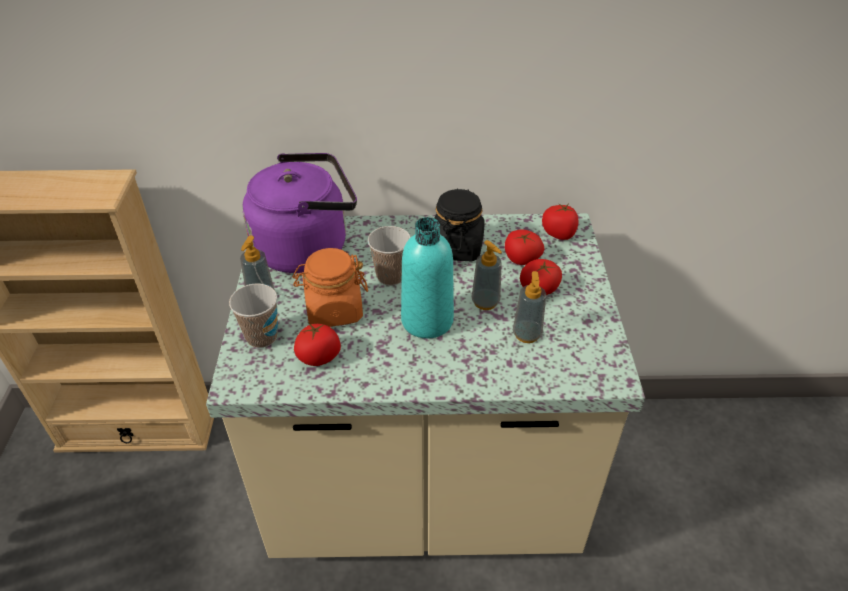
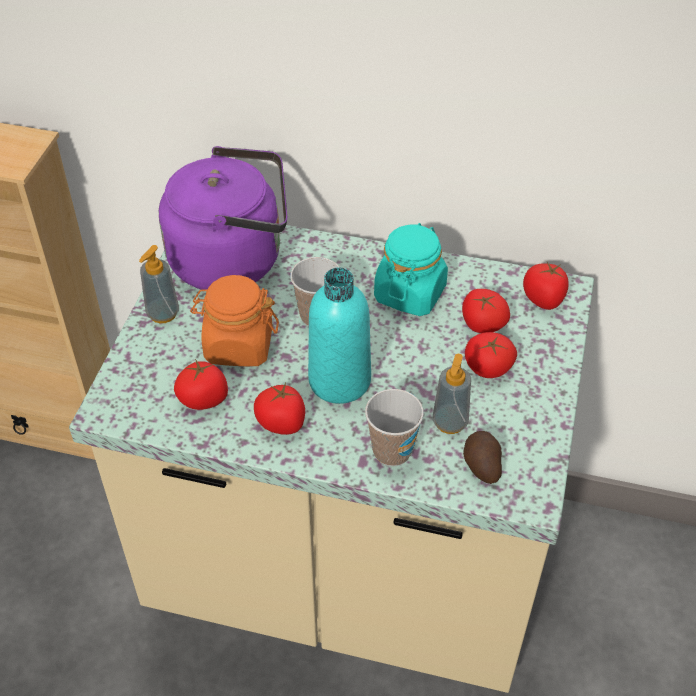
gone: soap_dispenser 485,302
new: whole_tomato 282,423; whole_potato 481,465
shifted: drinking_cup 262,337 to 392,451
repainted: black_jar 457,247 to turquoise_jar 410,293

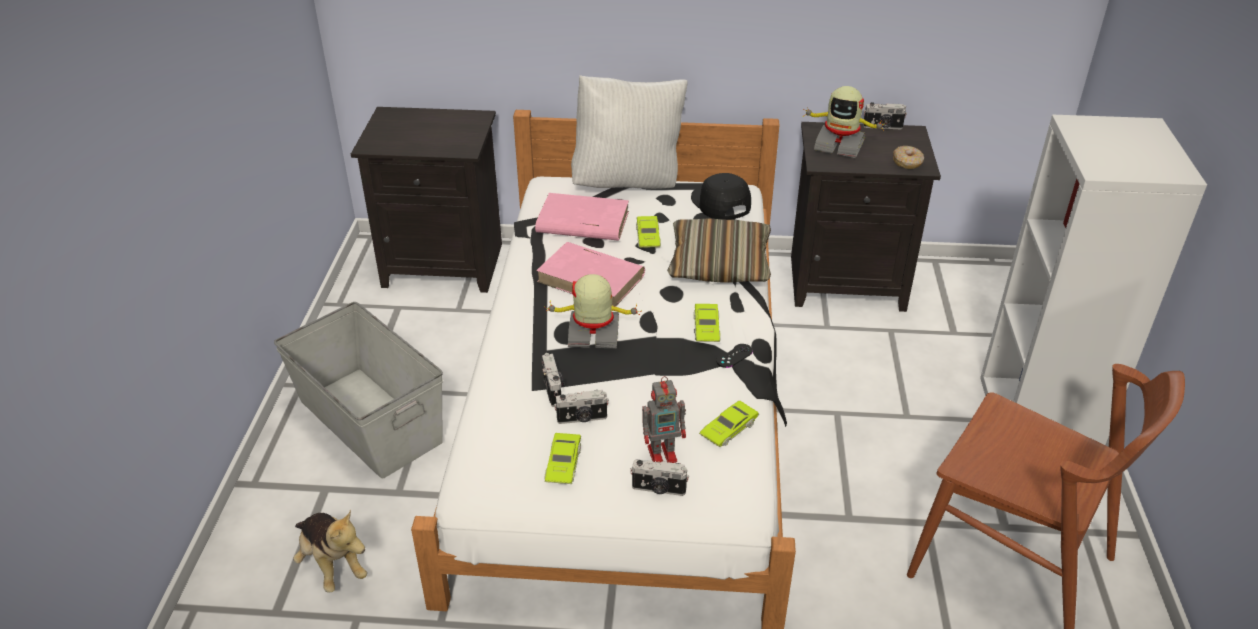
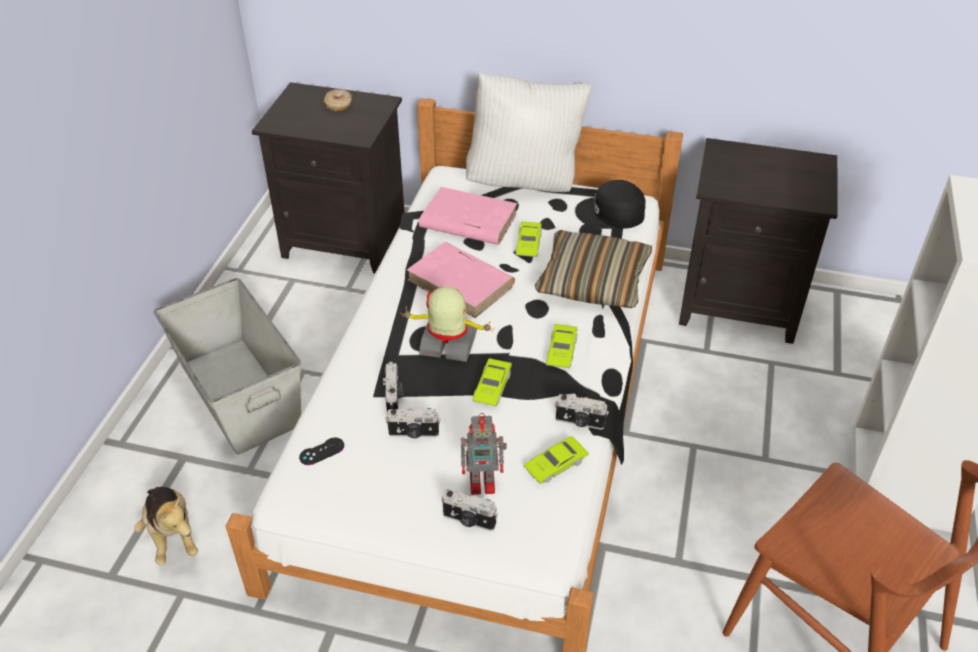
gone: model_robot 839,145
shifted: still_camera 883,127 to 580,422; donut 907,162 to 338,105; black_joypad 734,356 to 322,451; green_miniature_car 563,463 to 492,387
rotated: black_cap 719,203 = 611,213 75 degrees counterclockwise

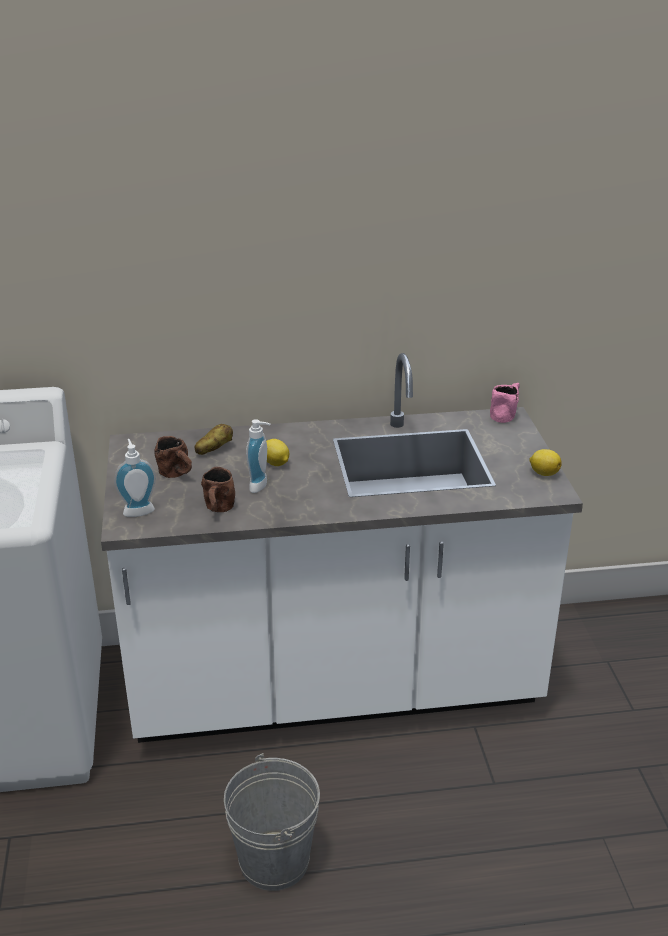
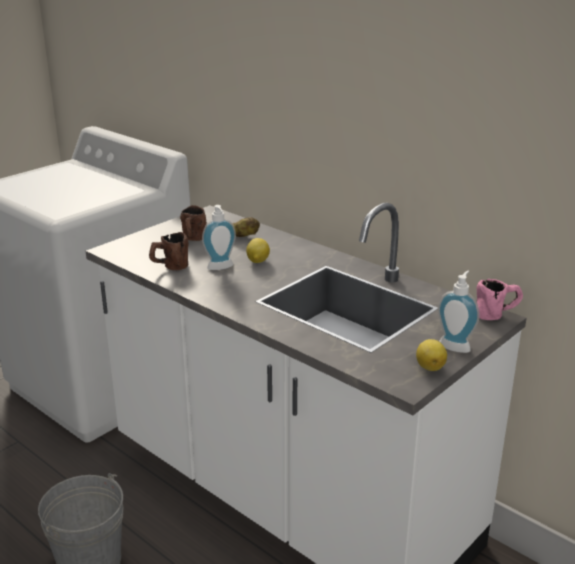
shifted: soap_dispenser 138,510 to 455,345

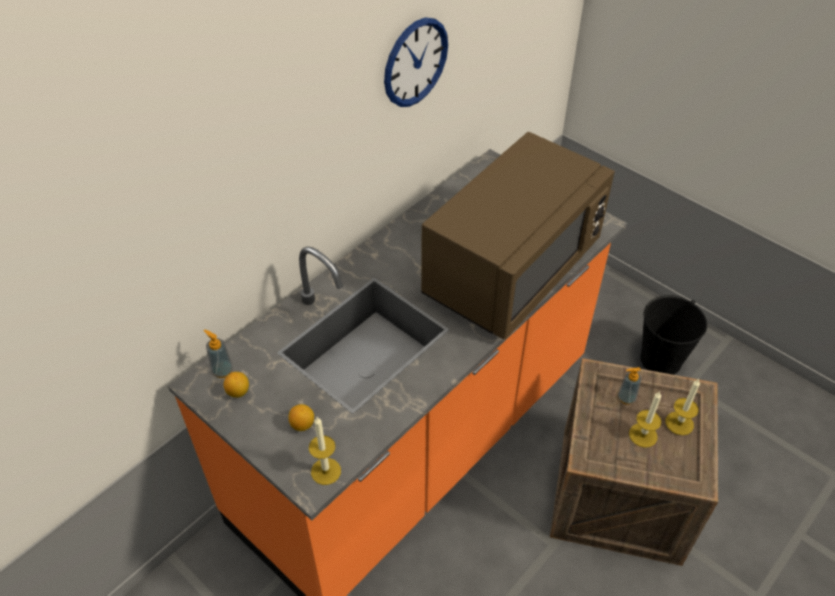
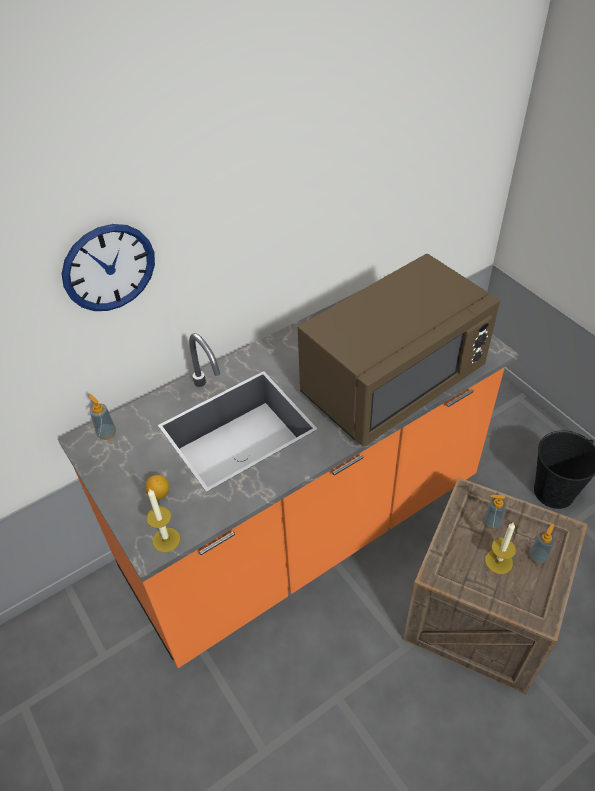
gone: whole_lemon 238,392
shifted: hanging_clock 415,62 to 109,268
swapped: wax_candle 679,423 to soap_dispenser 538,556

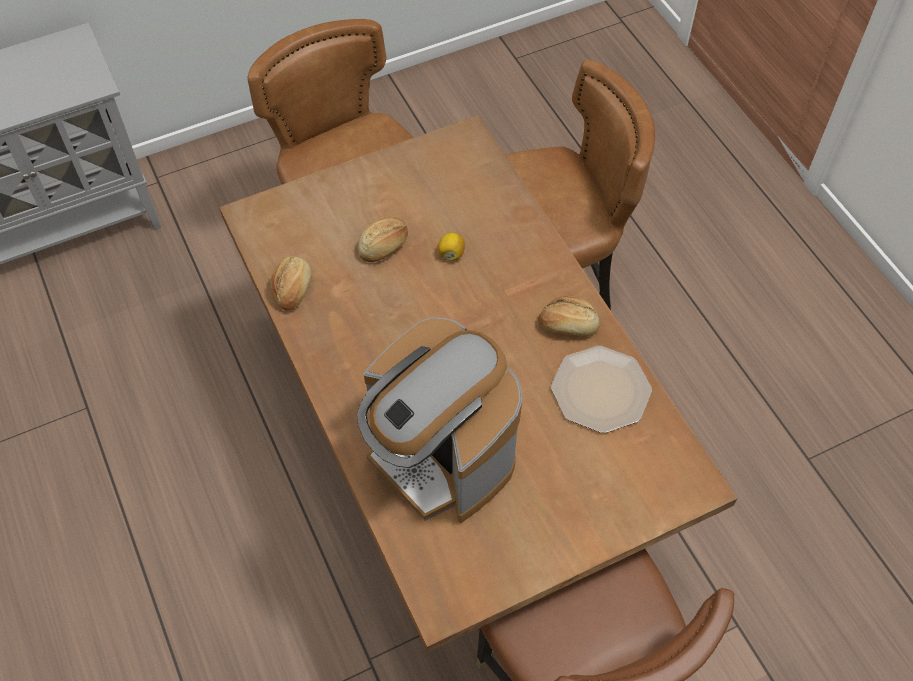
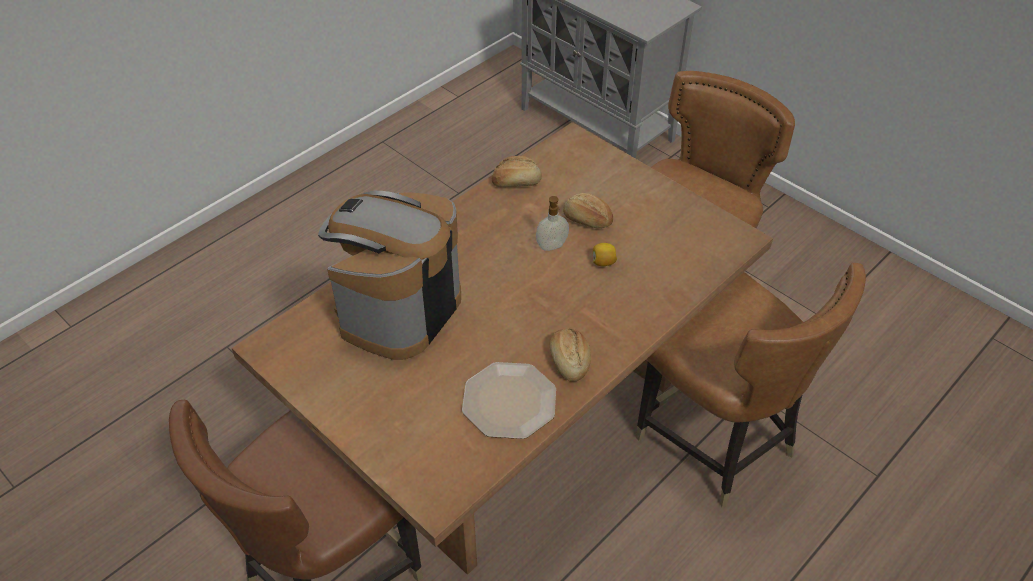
new: soap_dispenser 552,246

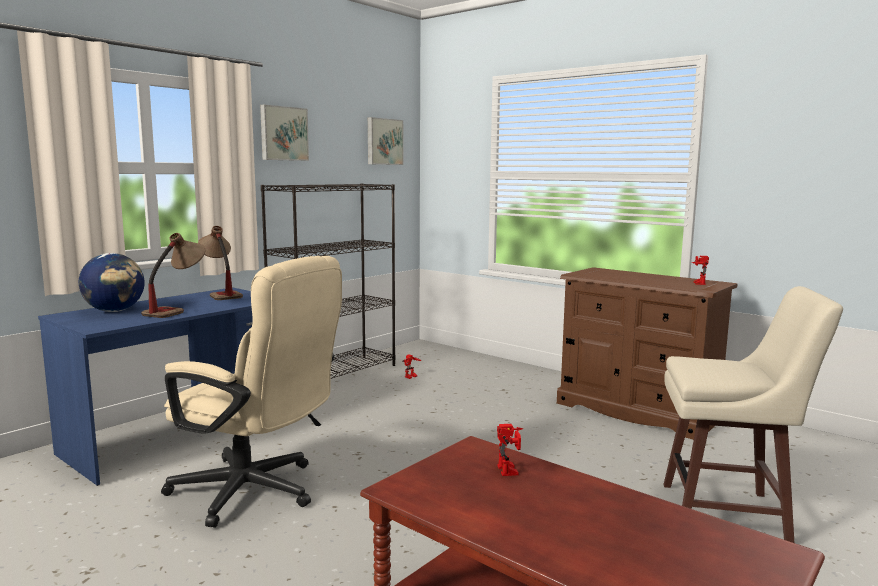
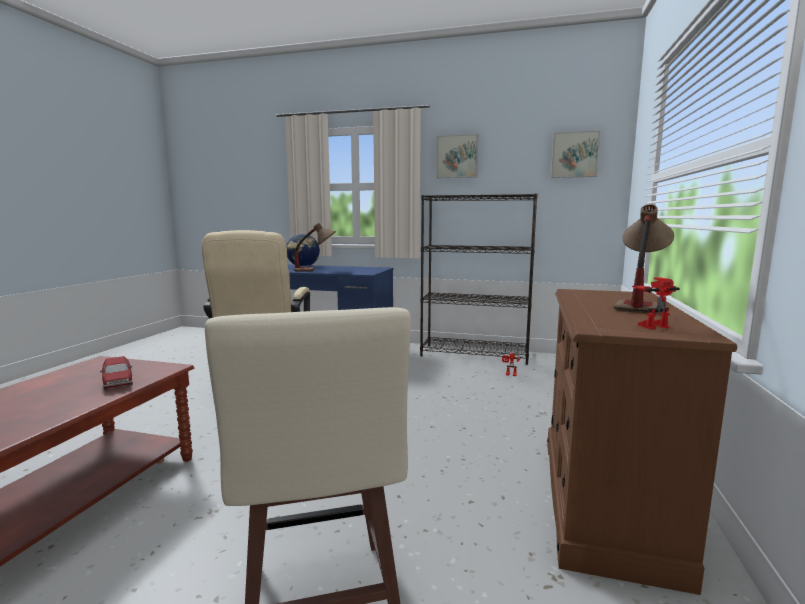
shifted: table_lamp 221,294 to 638,305
swapped: model_robot 511,471 to miniature_car 118,381

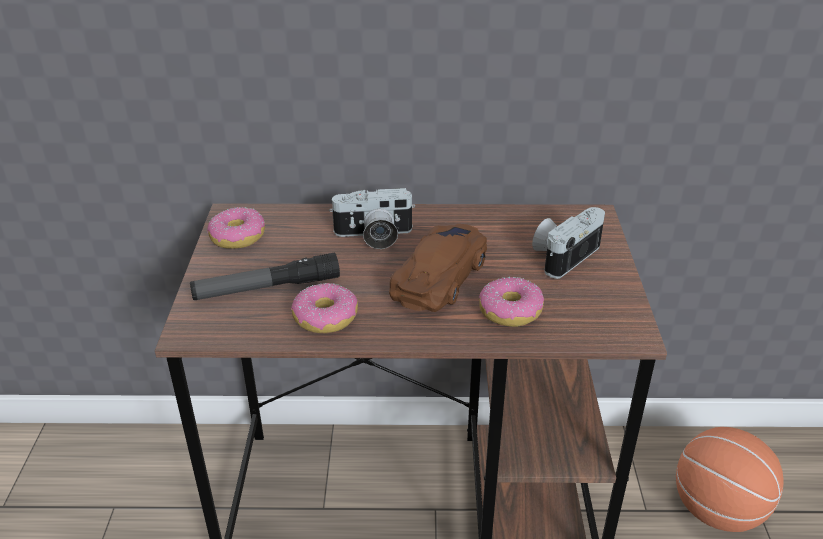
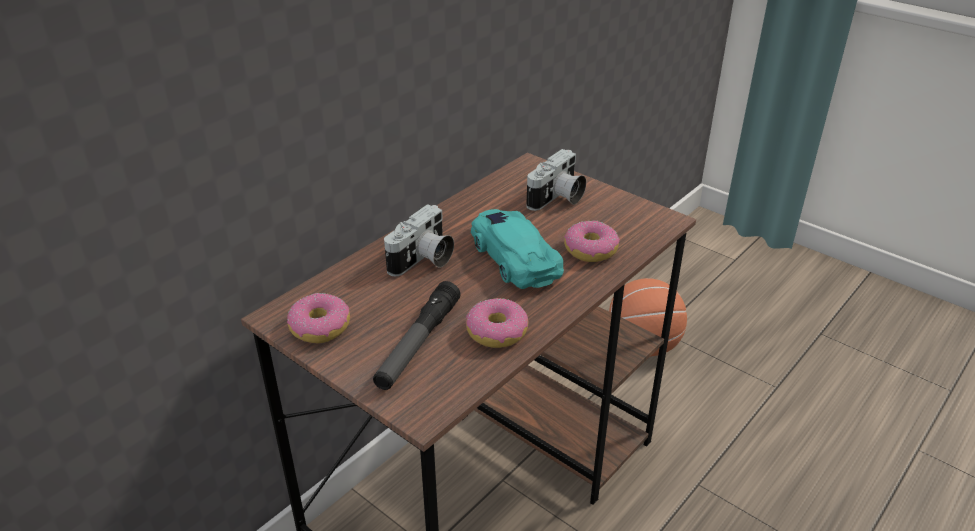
repainted: brown-coloured_miniature_car 441,275 to turquoise_miniature_car 514,256
rotated: still_camera 563,255 = 557,199 135 degrees counterclockwise

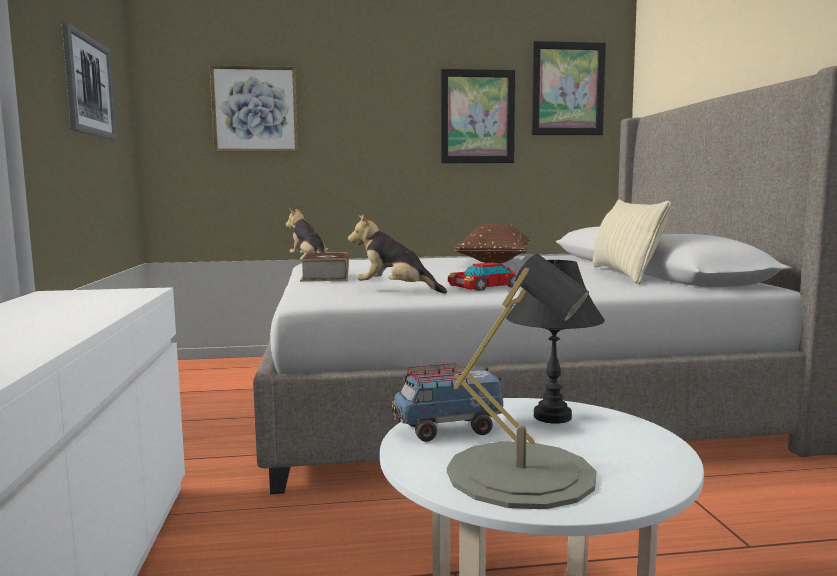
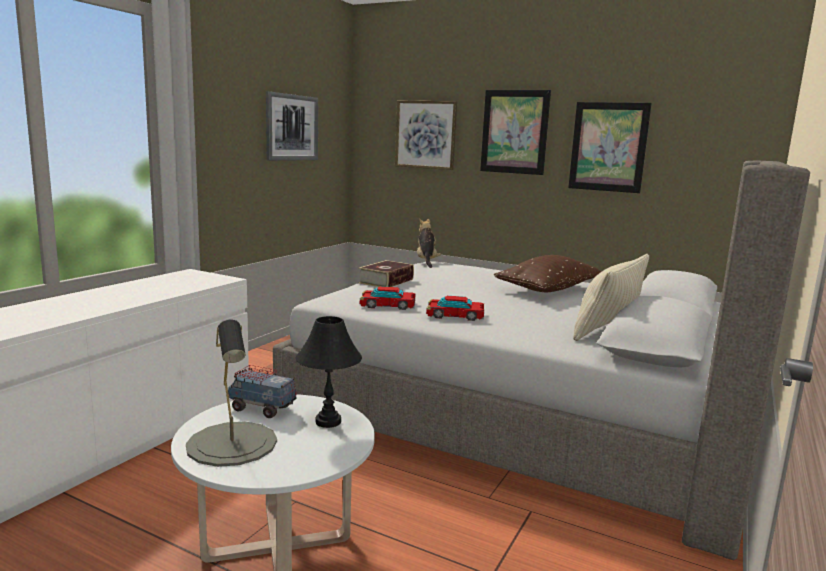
shifted: picture 568,89 to 514,132
swapped: plush_toy 395,291 to miniature_car 387,305

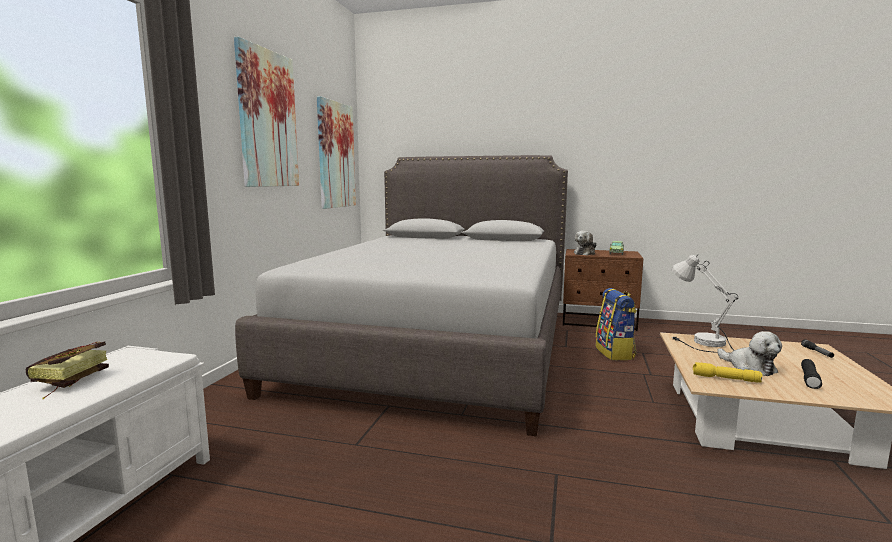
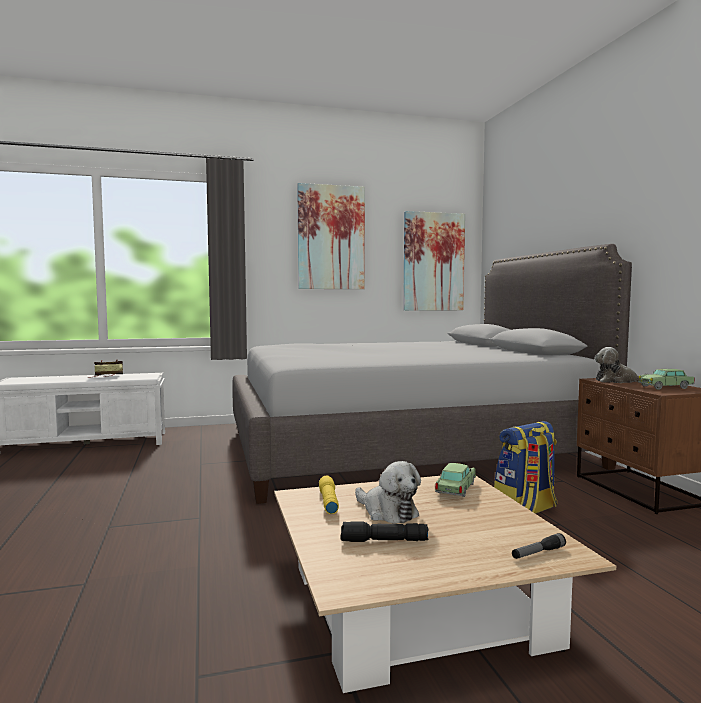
swapped: whitish_table_lamp 699,343 to miniature_car 456,489
rotated: plush_toy 749,367 = 387,512 75 degrees counterclockwise

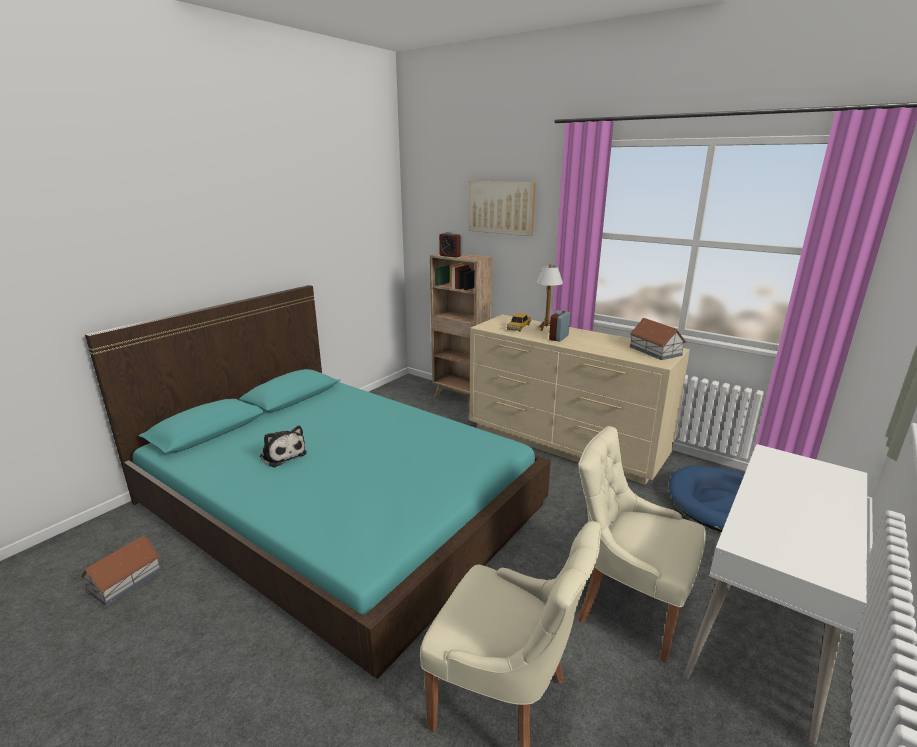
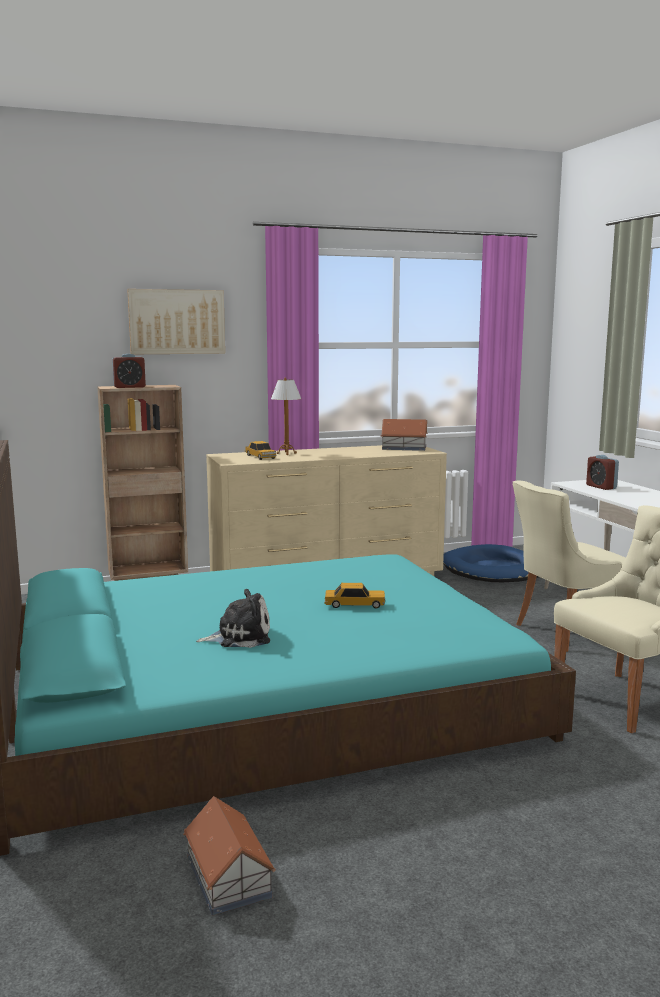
new: miniature_car 354,604
shifted: alarm_clock 558,337 to 601,487

